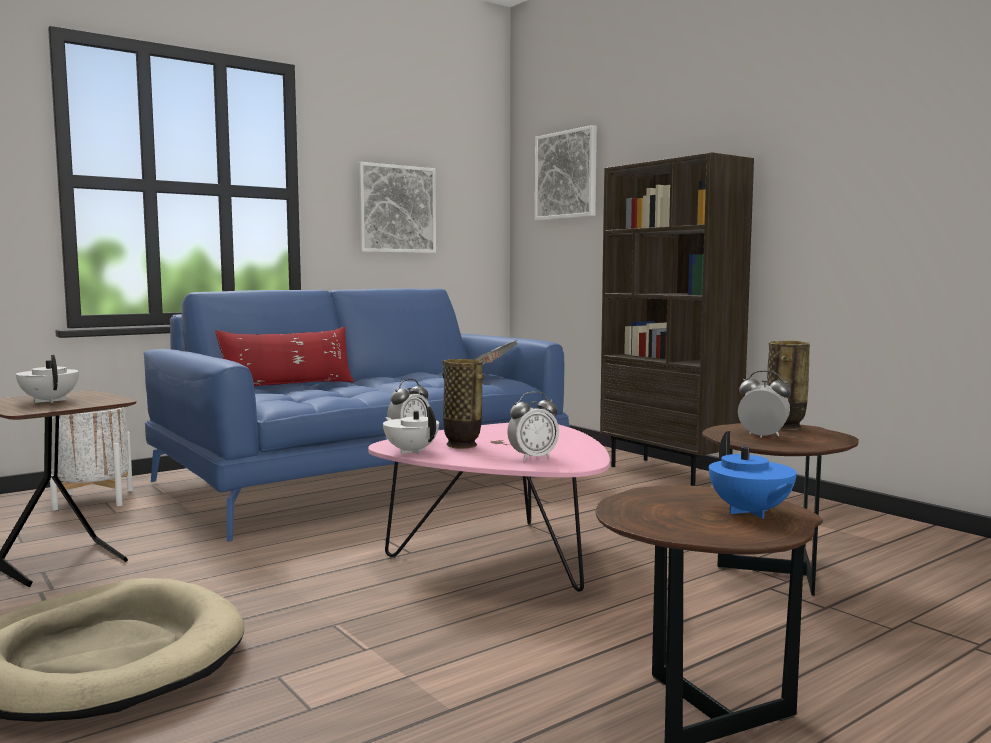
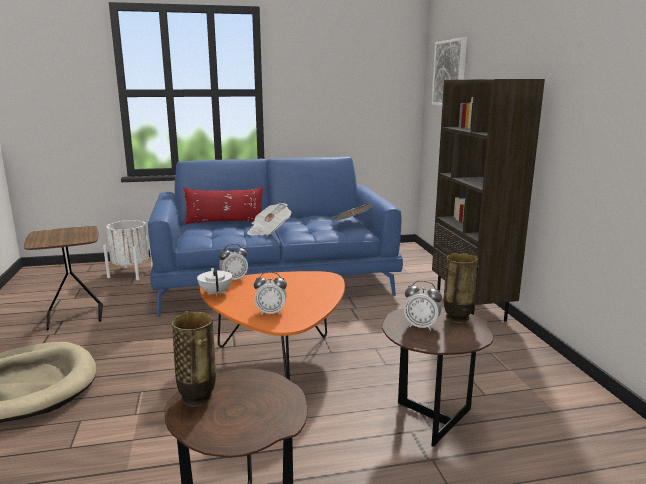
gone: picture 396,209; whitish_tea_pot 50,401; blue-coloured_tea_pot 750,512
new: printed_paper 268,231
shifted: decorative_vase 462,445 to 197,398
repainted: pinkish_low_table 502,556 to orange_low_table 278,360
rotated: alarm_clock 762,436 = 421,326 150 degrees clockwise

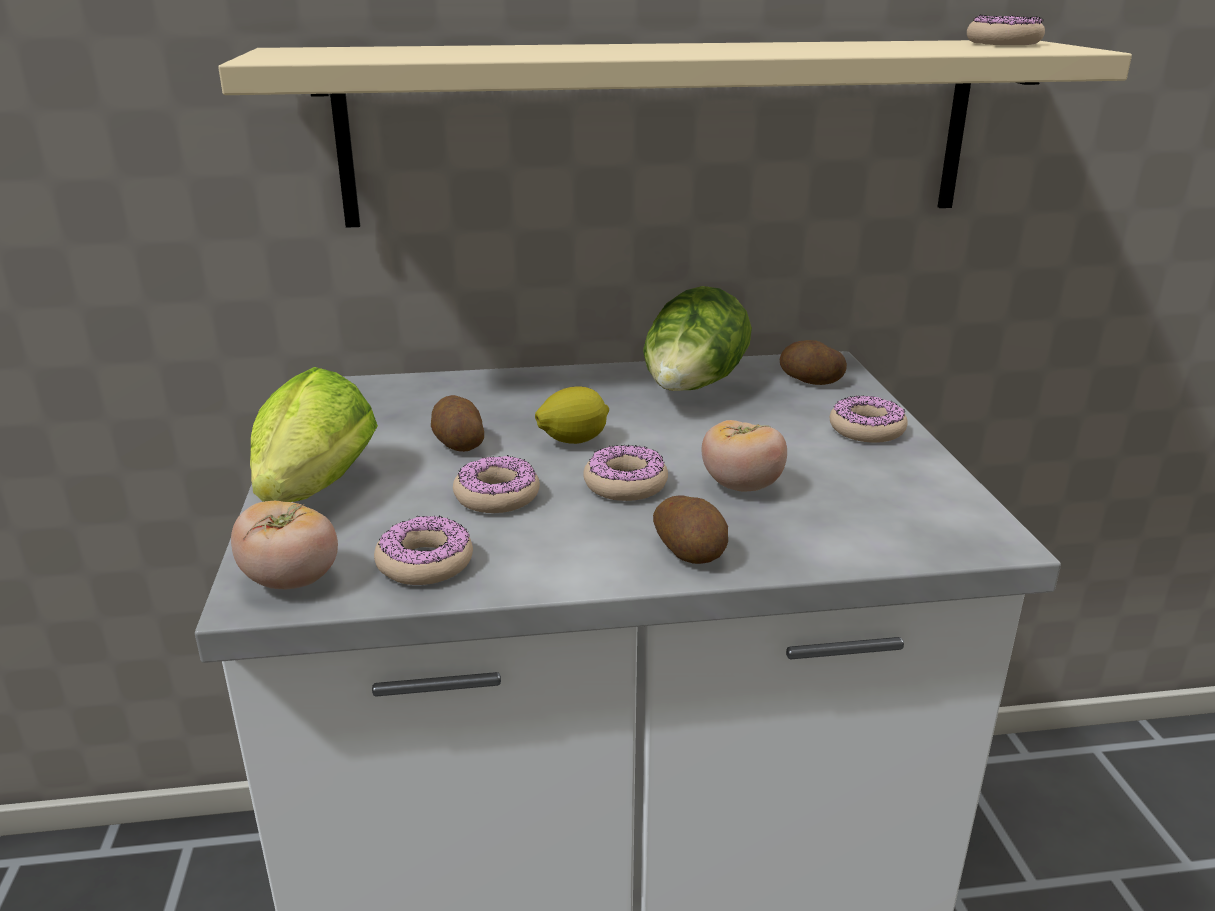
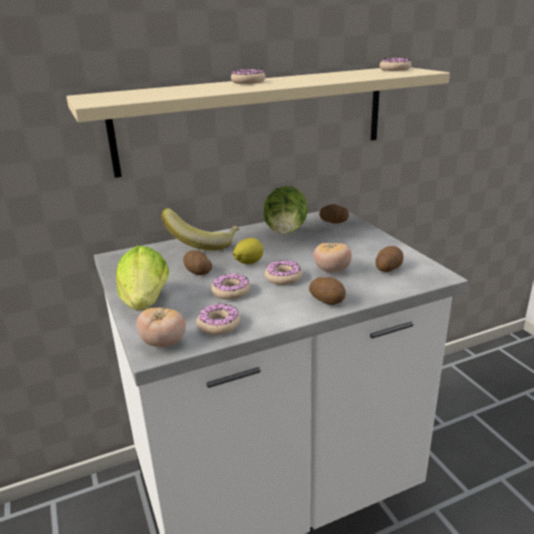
new: whole_banana 203,244; whole_potato 388,268
shifted: donut 867,429 to 248,82

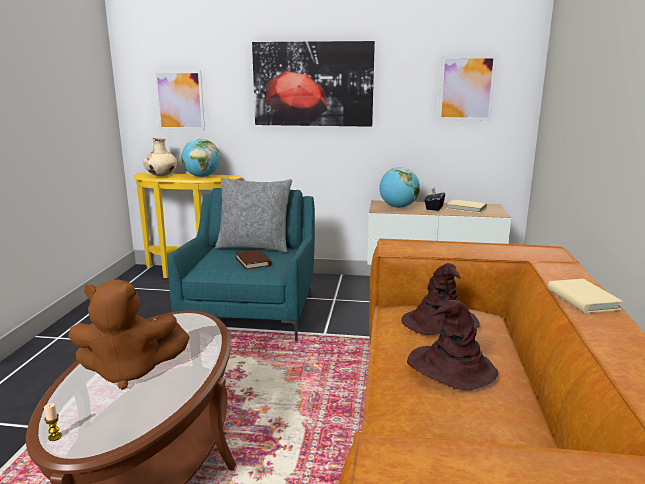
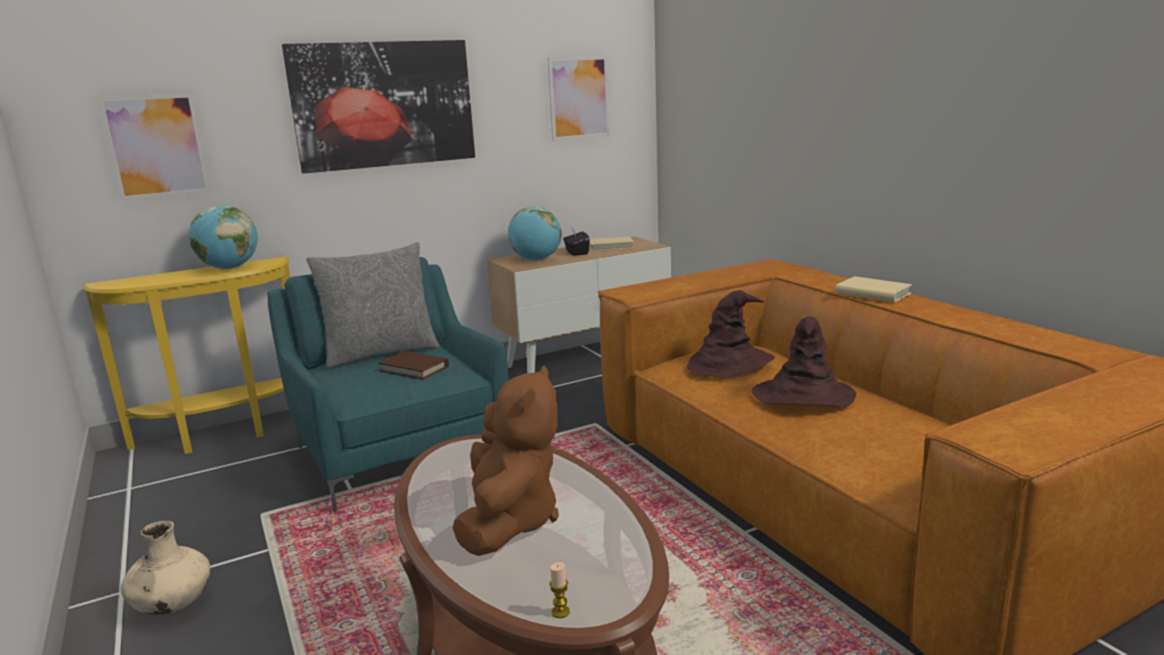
shifted: beige_decorative_vase 161,176 to 173,606
rotated: brown-coloured_plush_toy 129,371 = 509,521 45 degrees counterclockwise

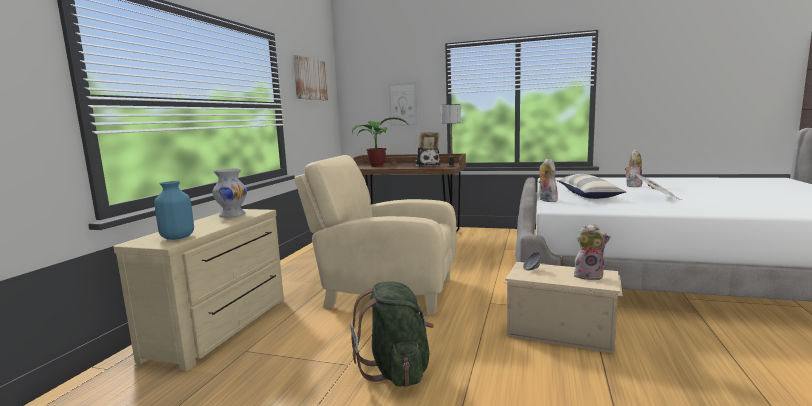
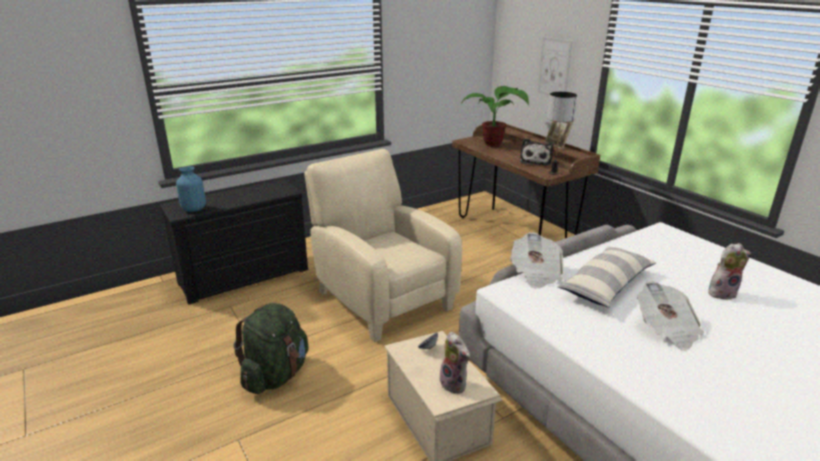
gone: picture 310,79; whitish_decorative_vase 232,215
swapped: plush_toy 546,200 to printed_paper 536,274
repainted: beige_dresser 223,327 to black_dresser 245,277

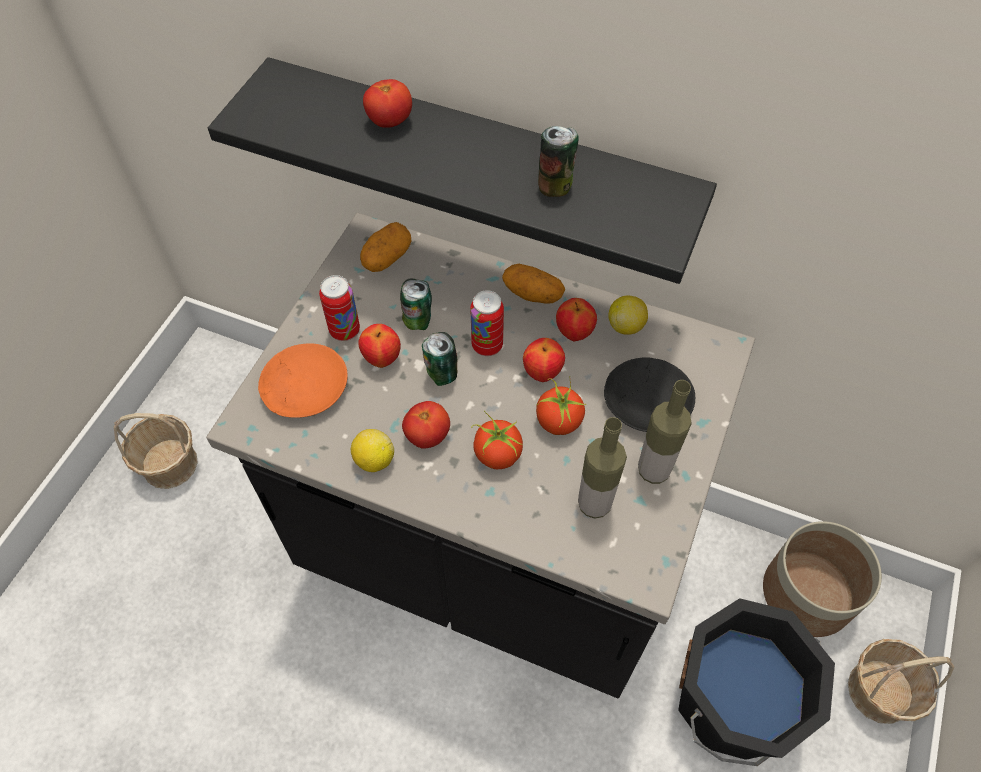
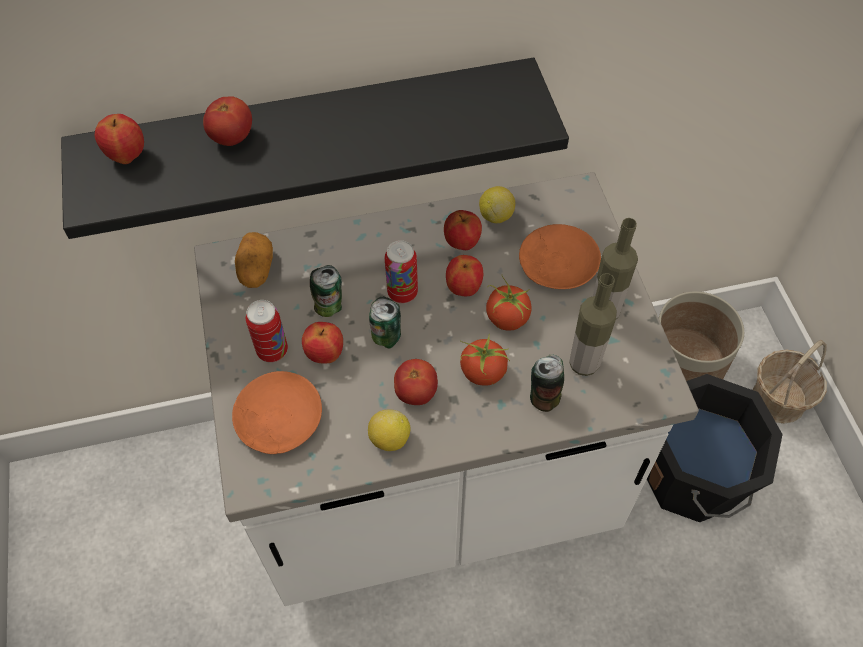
gone: whole_potato 532,293; basket 169,464
new: apple 127,156
shifted: can 555,186 to 544,397
repainted: black_kitchen_base_unit 490,550 to whitish_kitchen_base_unit 433,484; black_plate 646,400 to orange_plate 557,264

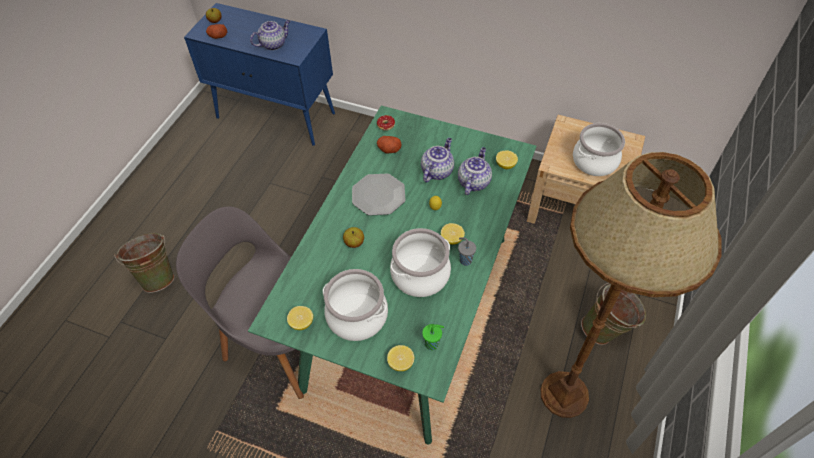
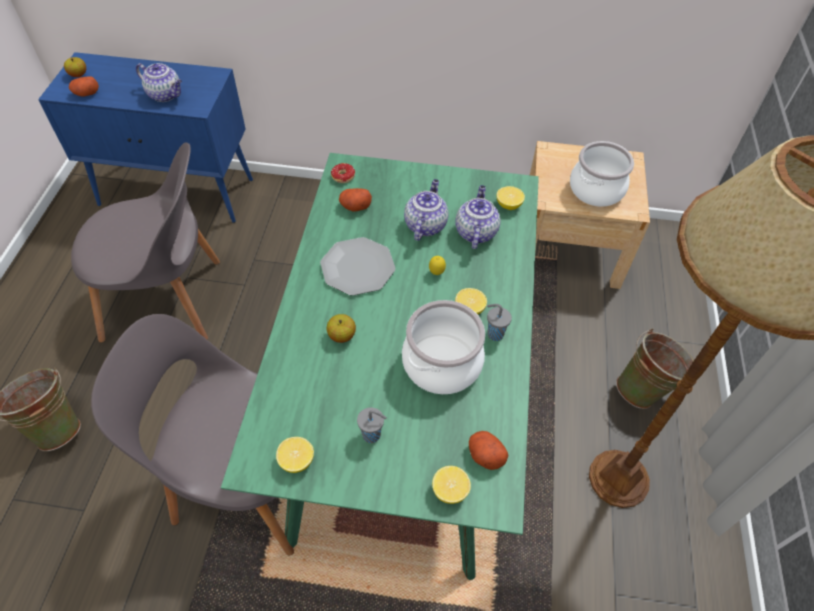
new: gray_plain_chair 169,300
swapped: cooking_pot 357,315 to gray_drinking_cup 372,435; green_drinking_cup 432,344 to whole_potato 485,455
rotated: tea_pot 273,44 = 166,95 75 degrees clockwise

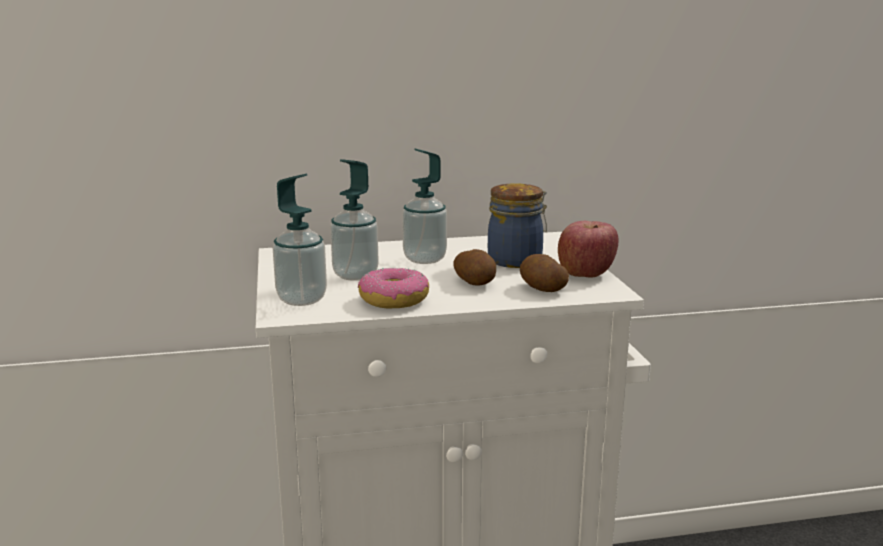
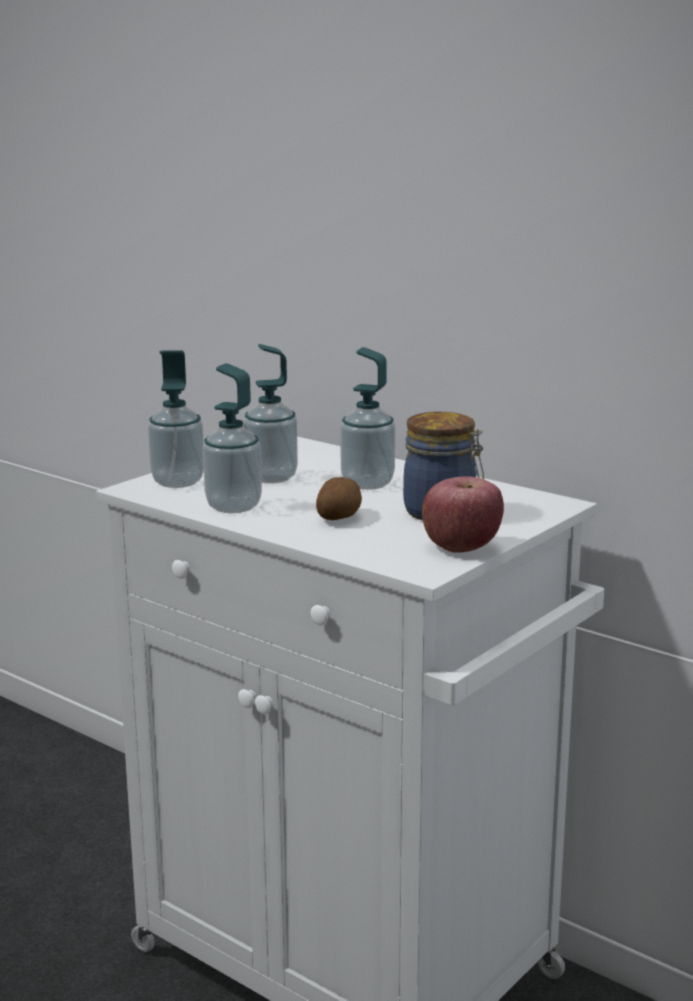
gone: whole_potato 541,288
swapped: donut 394,300 to soap_dispenser 233,506

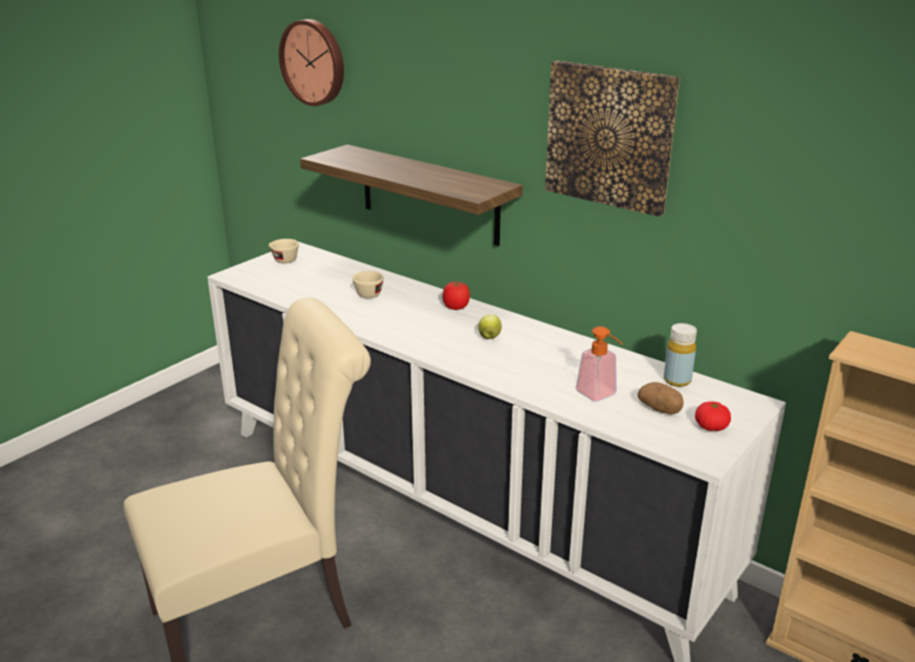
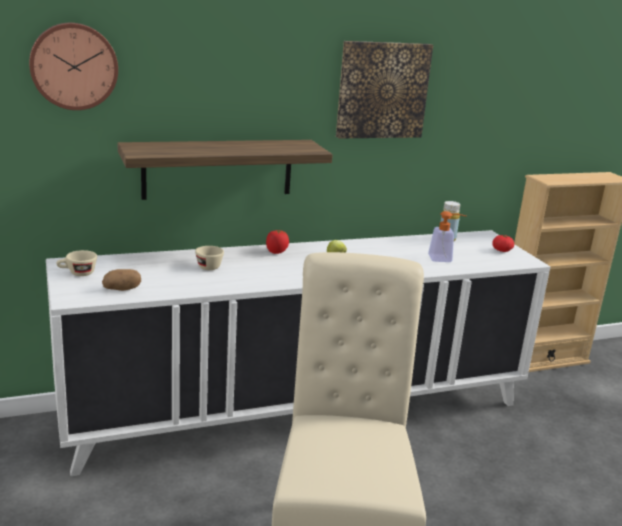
shifted: whole_potato 660,409 to 122,289

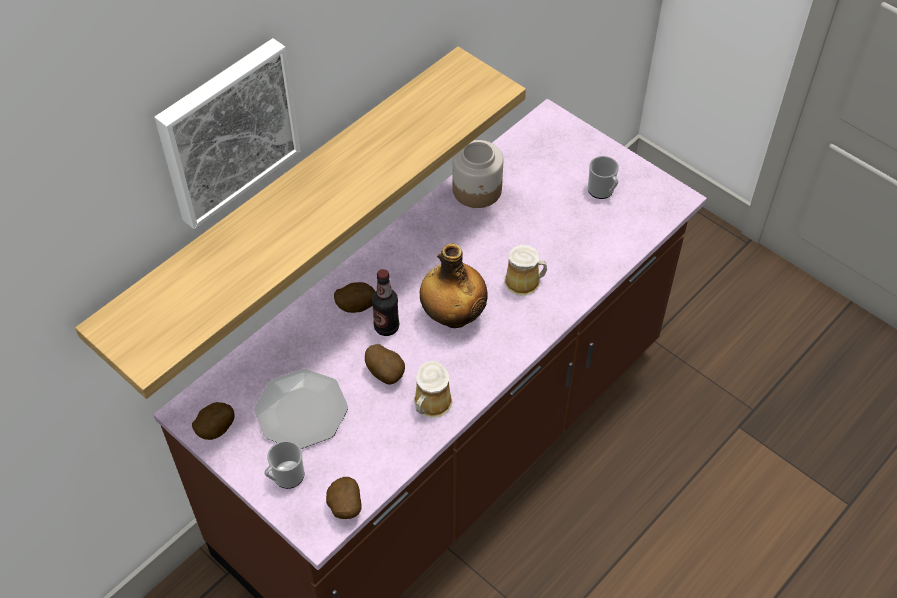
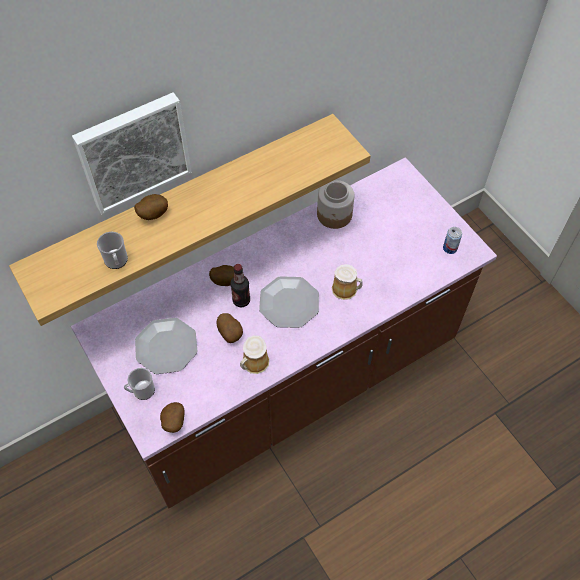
new: can 450,248
shifted: tea_mug 602,191 to 116,262; whole_potato 215,429 to 152,214
swapped: beverage_bottle 453,315 to plate 289,303

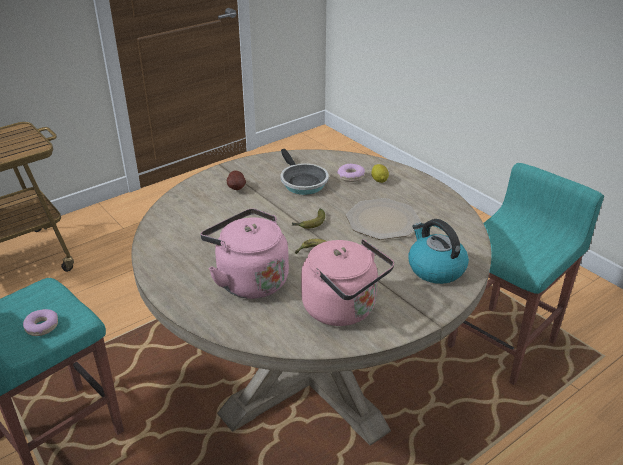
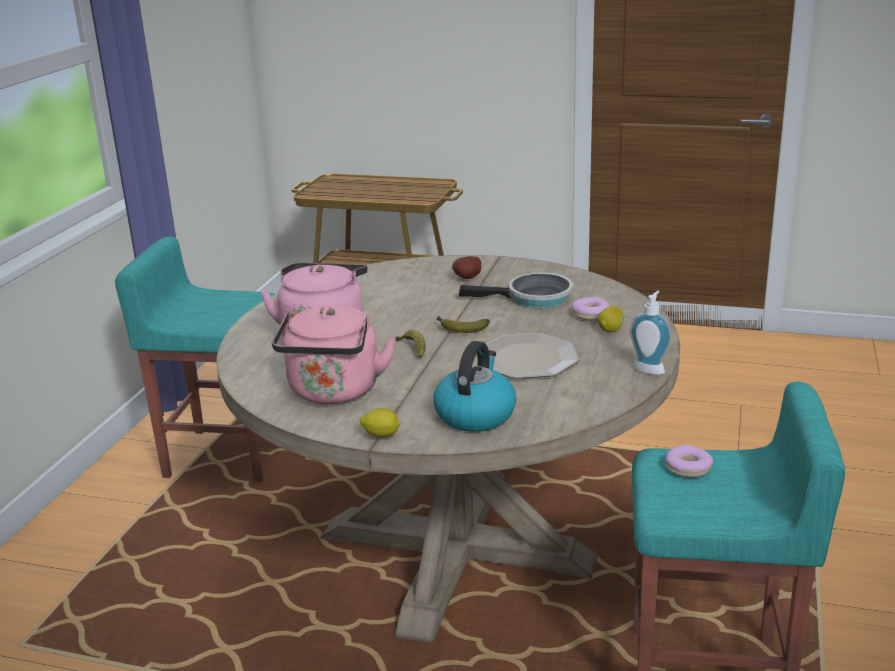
new: soap_dispenser 650,368; whole_lemon 381,435
shifted: donut 42,326 to 688,468
rotated: pan 302,182 = 533,298 120 degrees counterclockwise

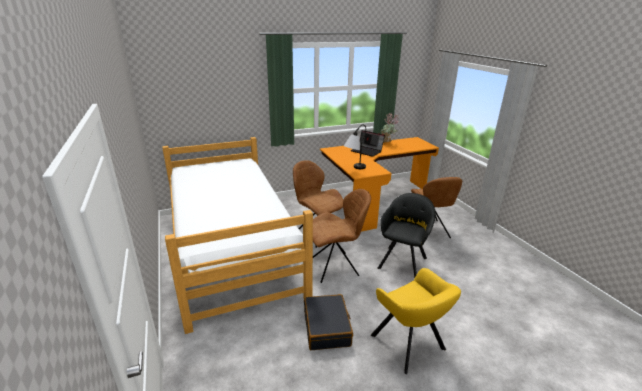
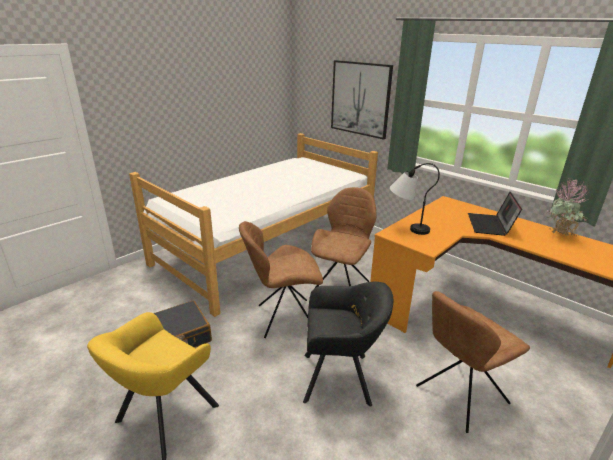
new: picture 360,99
rotated: brown-coloured_plain_chair 336,267 = 284,318 120 degrees clockwise

